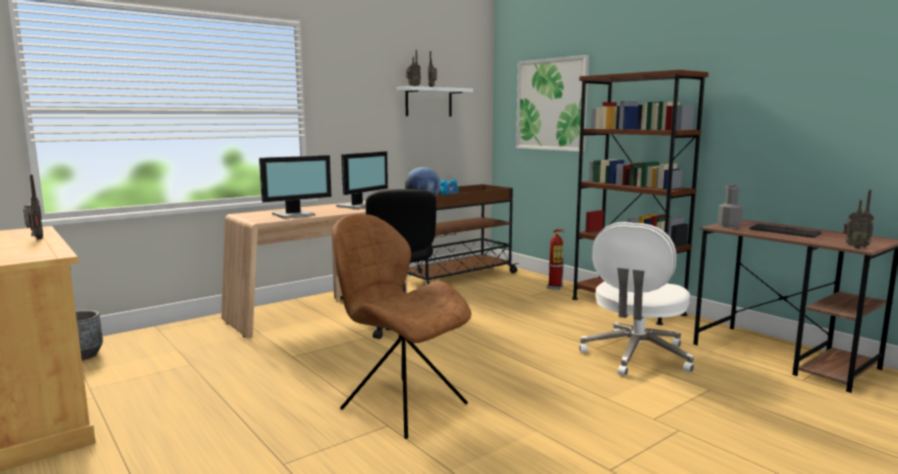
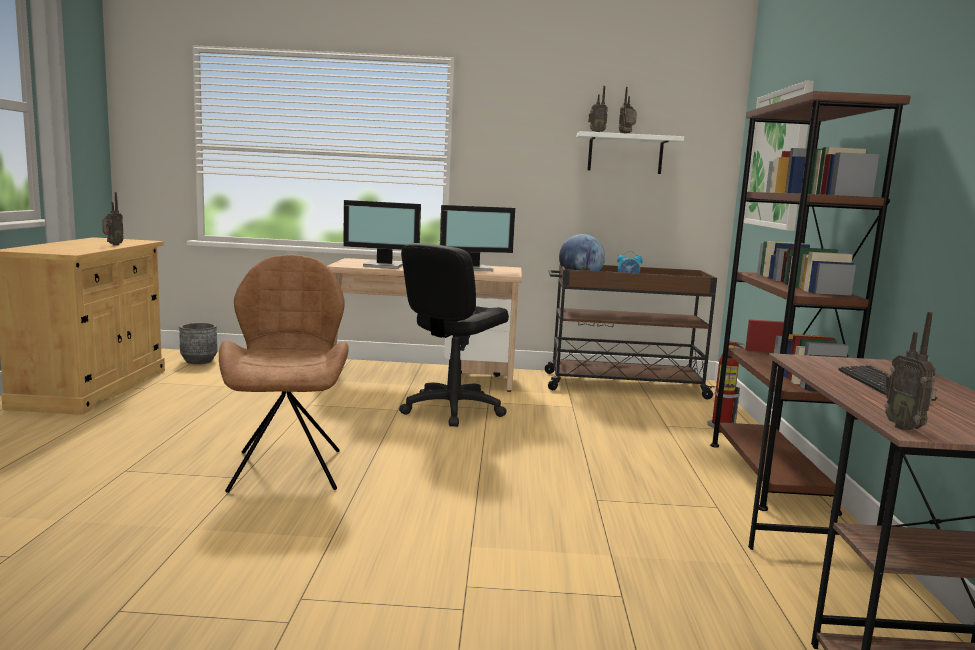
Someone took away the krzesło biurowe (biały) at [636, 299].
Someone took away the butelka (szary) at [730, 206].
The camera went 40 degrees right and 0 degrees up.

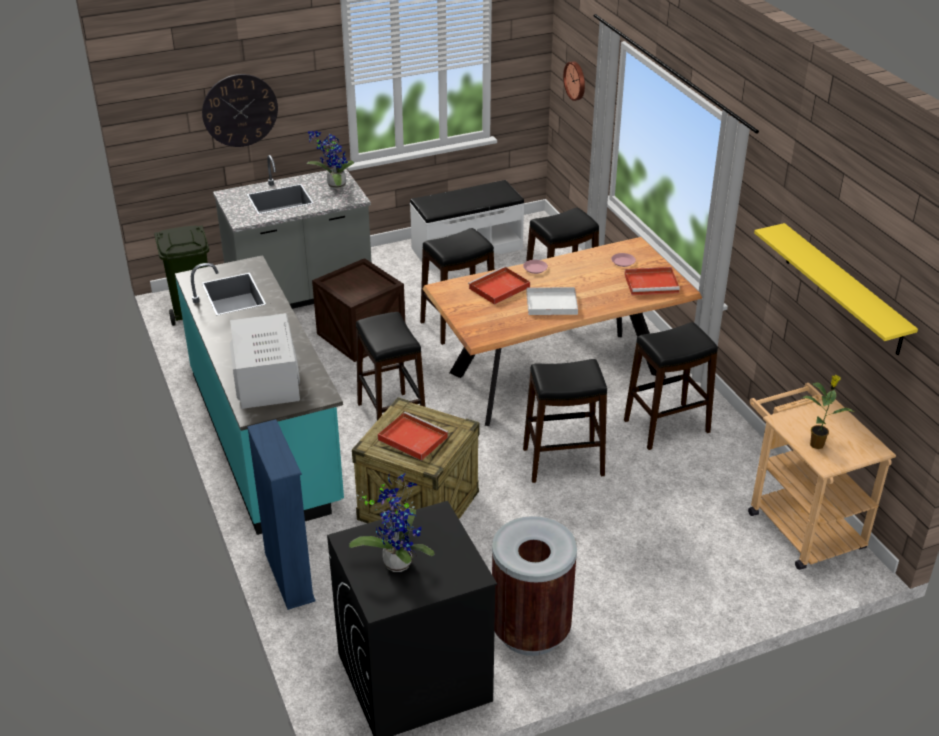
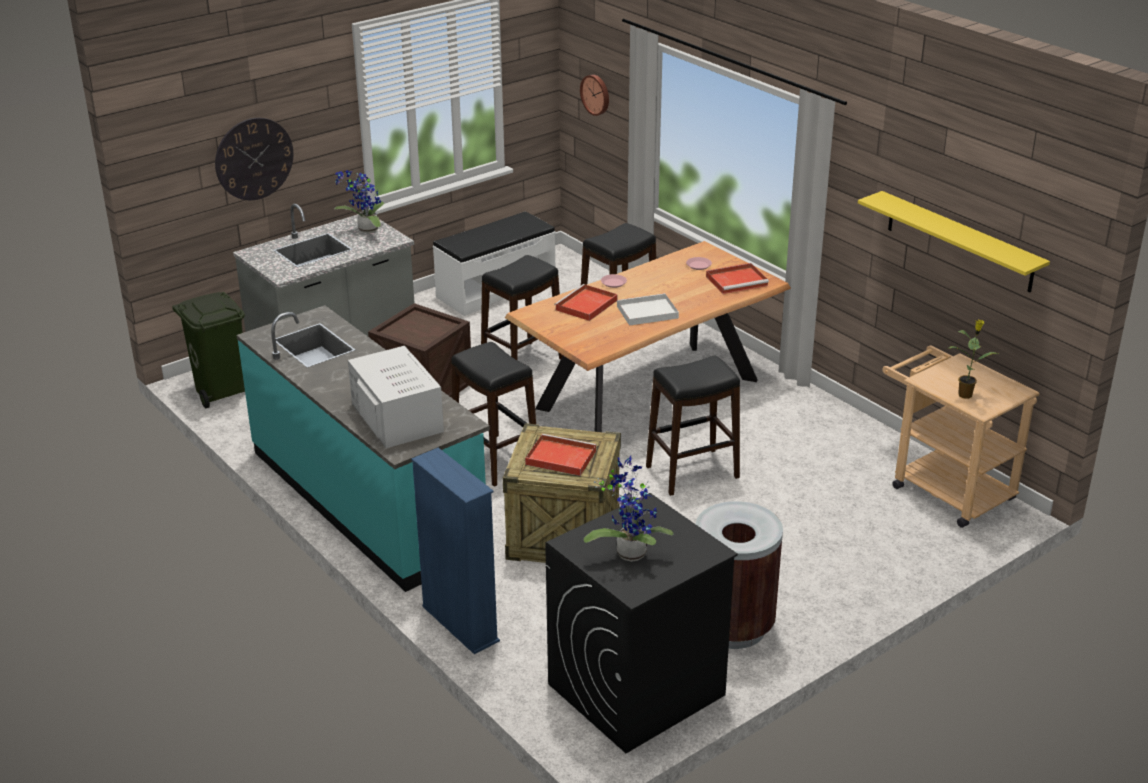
Someone took away the stołek (czarny) at [671, 386].
The camera went 15 degrees left and 5 degrees down.

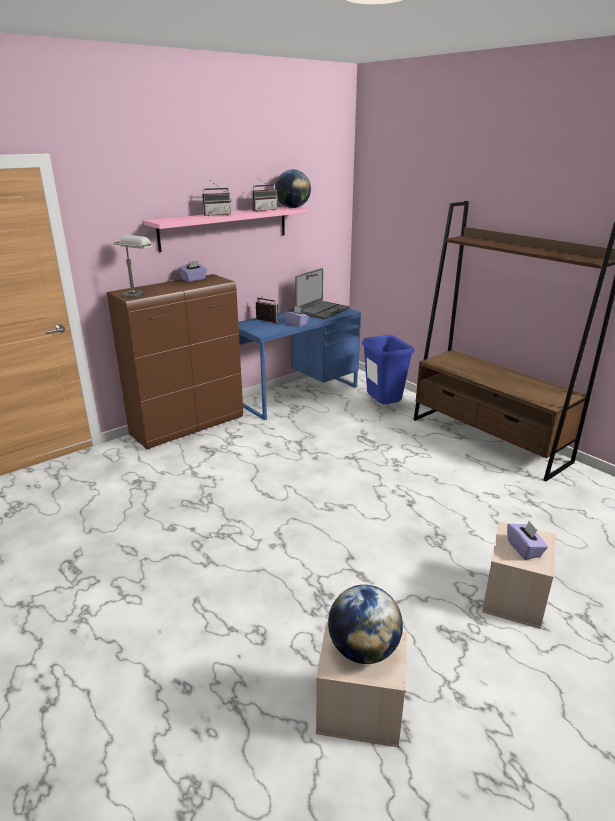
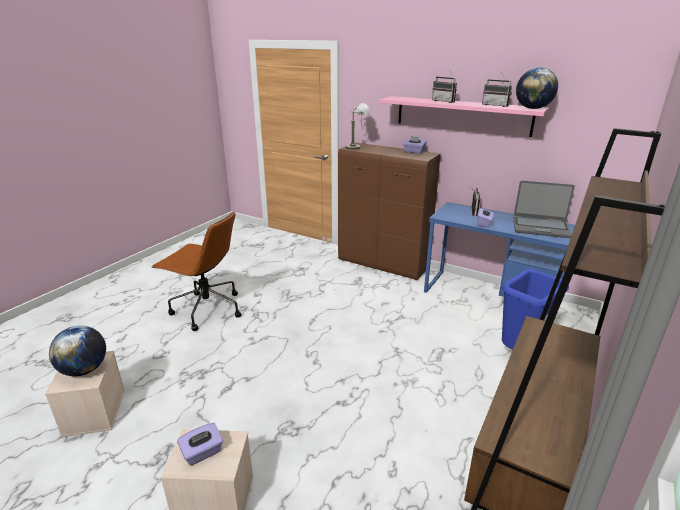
Someone put down the krzesło biurowe (brązowy) at [196, 271].
The camera went 70 degrees right and 0 degrees up.

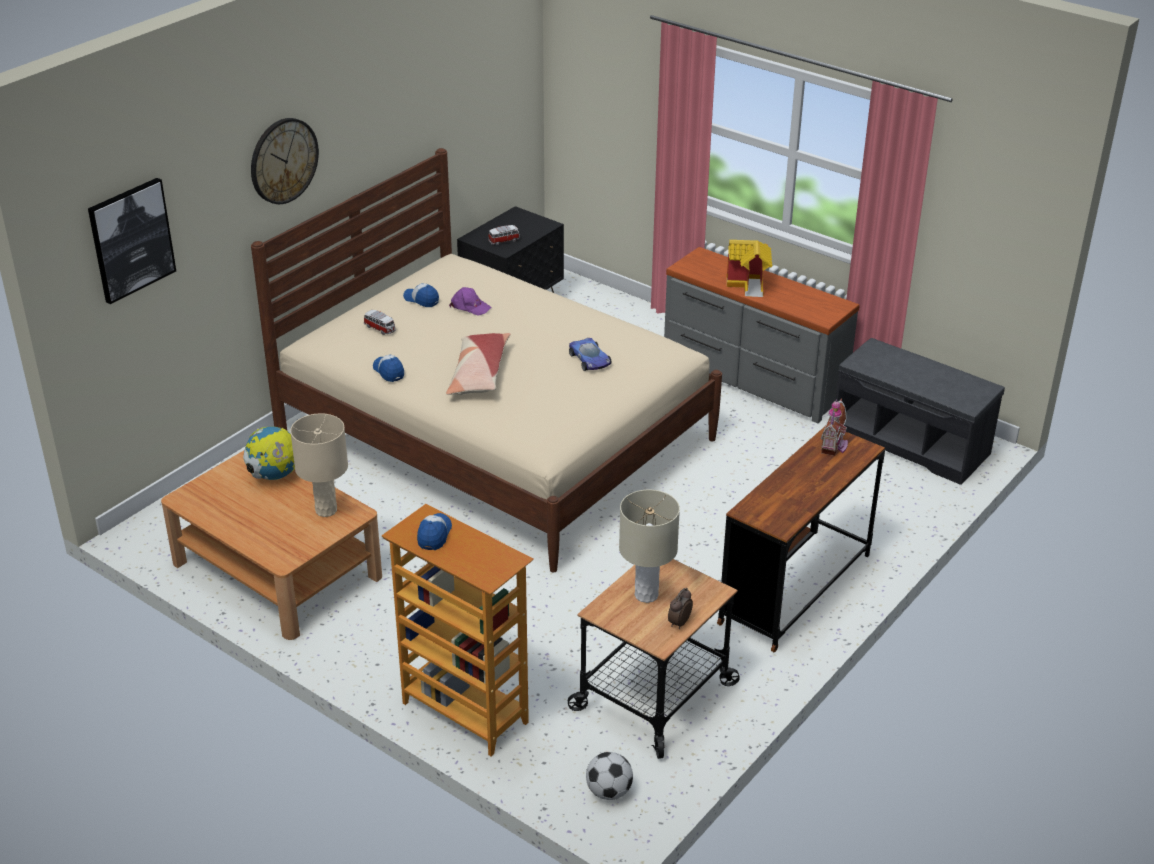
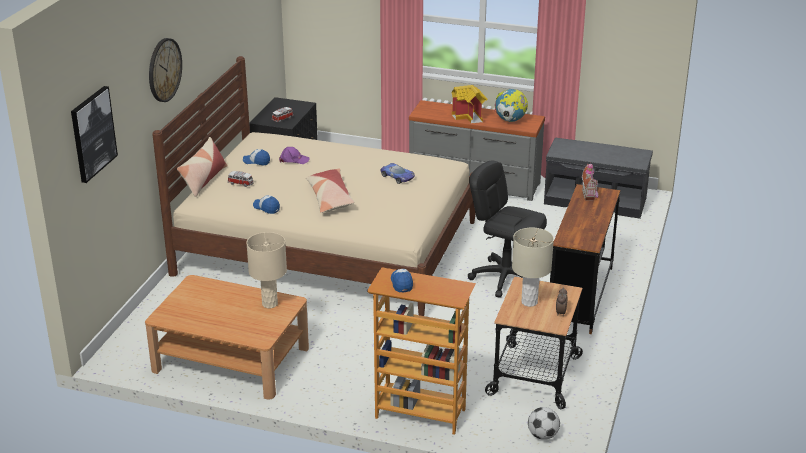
Someone put down the poduszka at [202, 167].
Someone put down the krzesło biurowe (czarny) at [507, 229].
Someone carried the globus from [269, 453] to [511, 105].
The camera went 20 degrees left and 5 degrees down.

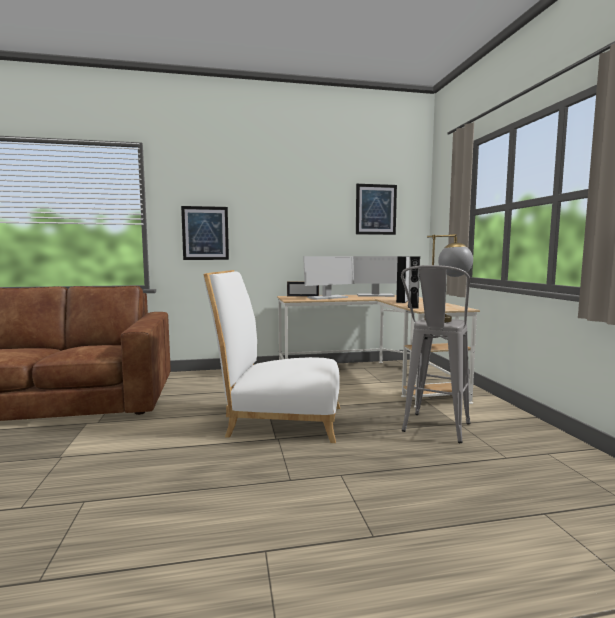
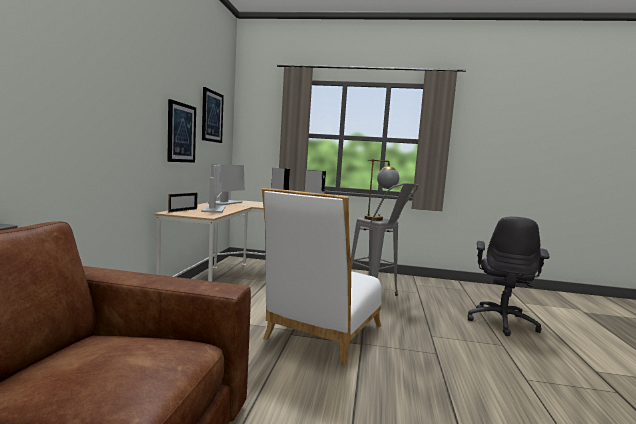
Someone put down the krzesło biurowe (szary) at [509, 276].
Someone carried the obraz from [205, 233] to [181, 131].
The camera went 70 degrees left and 0 degrees up.

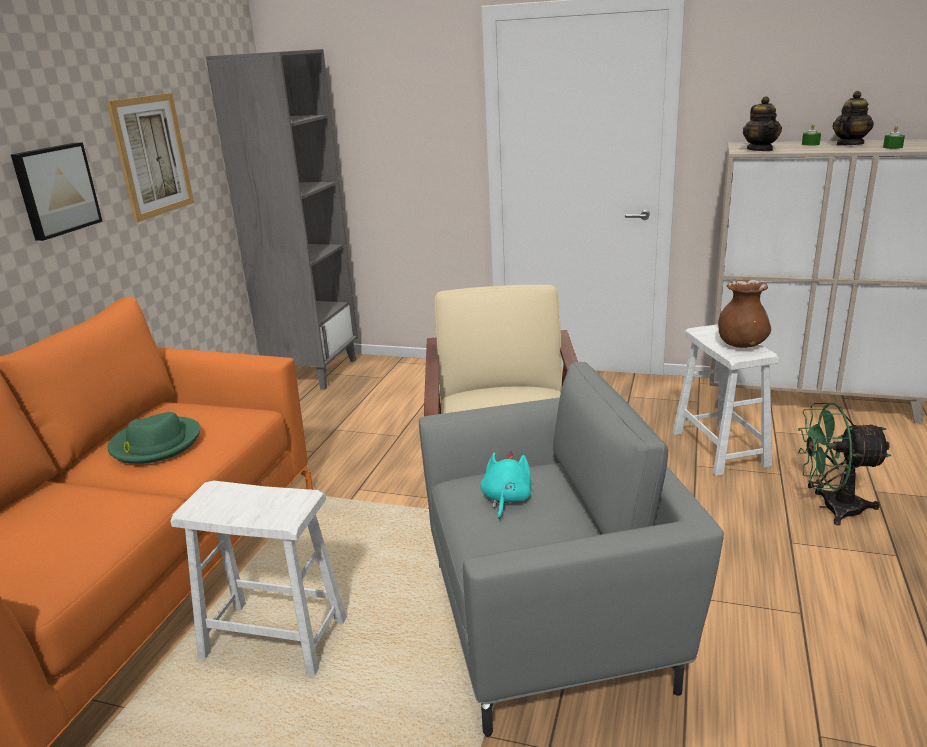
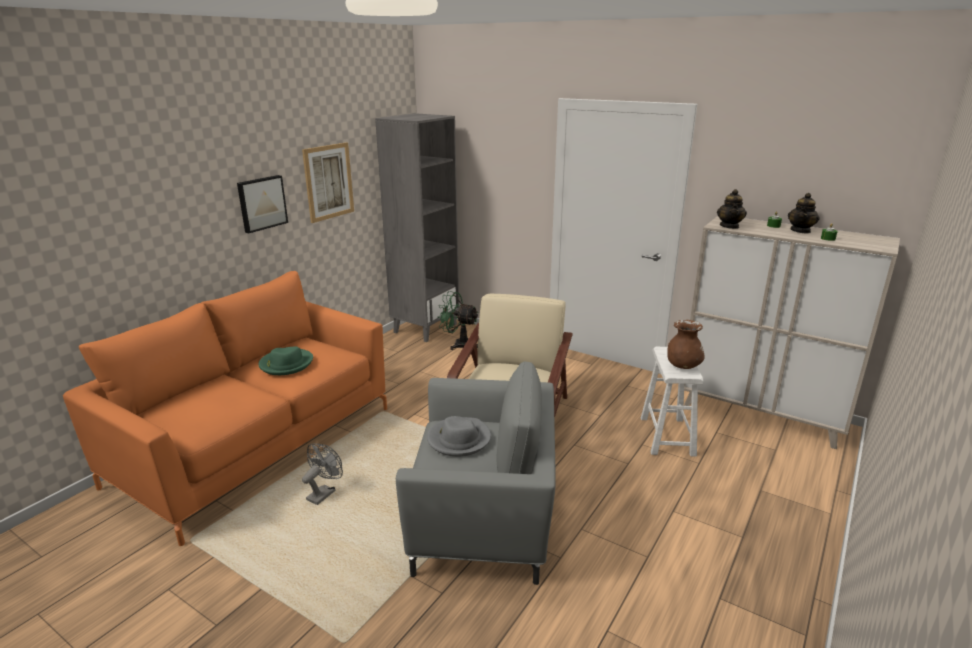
Someone carried the wentylator (zielony) from [844, 464] to [457, 320].
Someone swapped the stołek (biały) at [258, 578] for the wentylator (szary) at [322, 474].
Someone swapped the pluszak (turkusowy) at [505, 485] for the kapelusz (szary) at [459, 436].
Someone rotated the imbryk at [853, 118] by 150 degrees clockwise.
The camera went 15 degrees right and 0 degrees up.

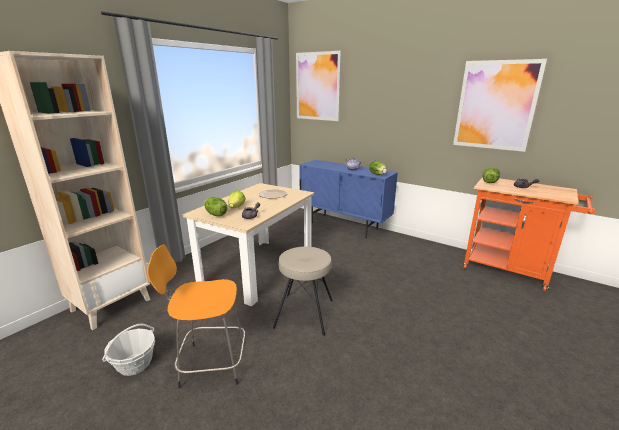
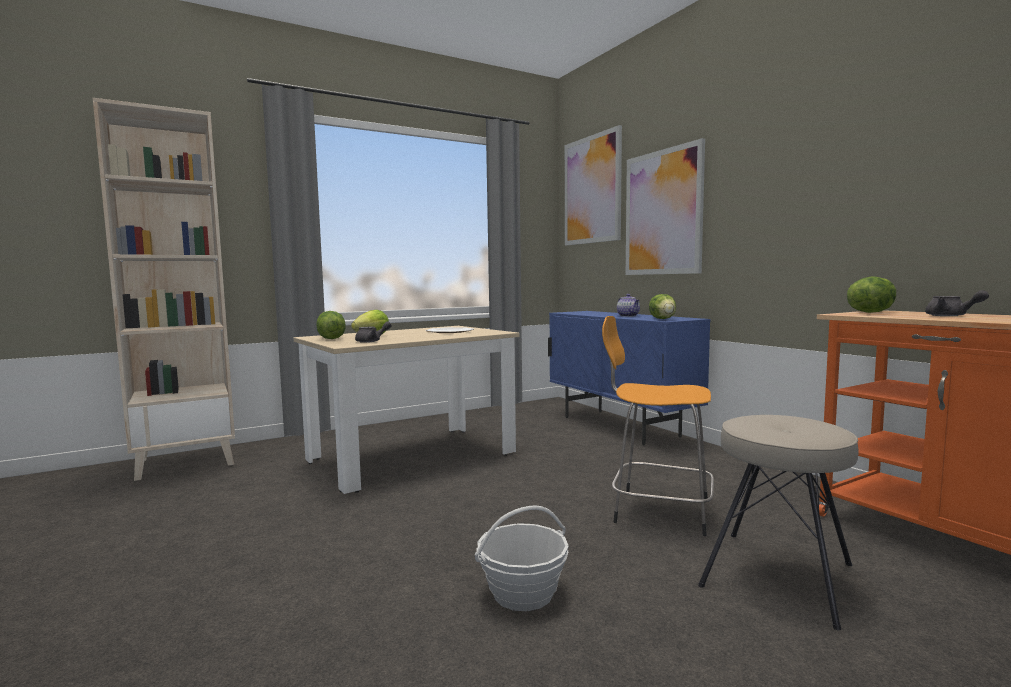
Someone carried the koszyk from [128, 350] to [522, 558].
Someone carried the stołek (pomarańczowy) from [196, 316] to [658, 426].
Someone carried the stołek (beżowy) from [303, 291] to [778, 522].
Someone carried the obraz from [500, 105] to [665, 206].
The camera went 25 degrees right and 15 degrees down.

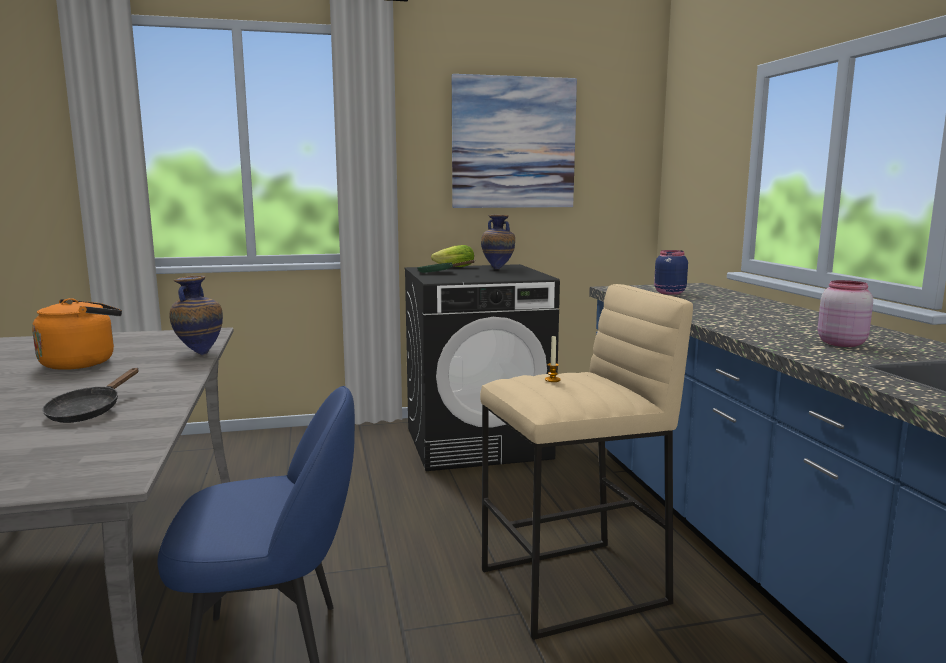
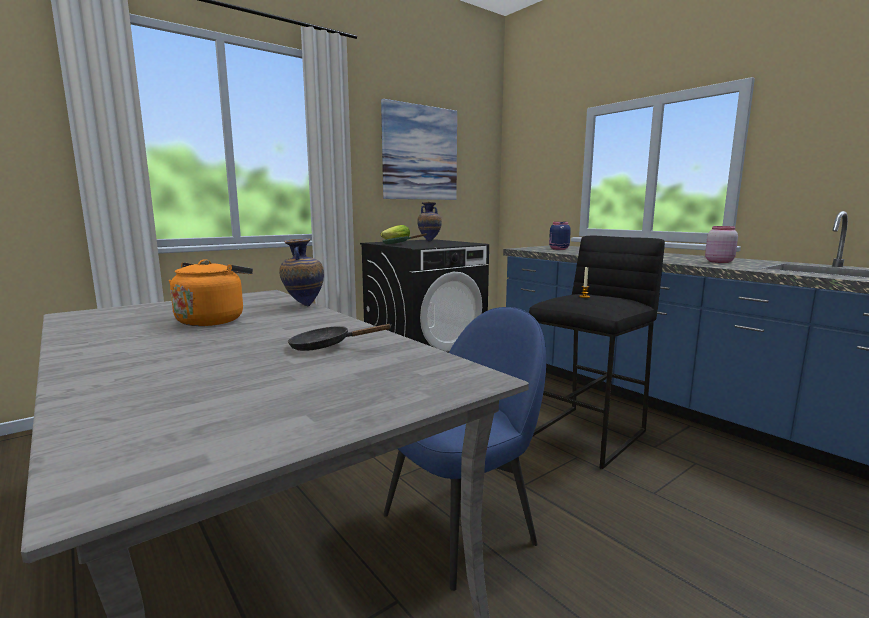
Someone repainted the stołek (beżowy) at [586, 462], which became the stołek (czarny) at [597, 352].
Someone rotated the patelnia (czarny) at [90, 395] by 105 degrees clockwise.
The camera went 25 degrees left and 0 degrees up.

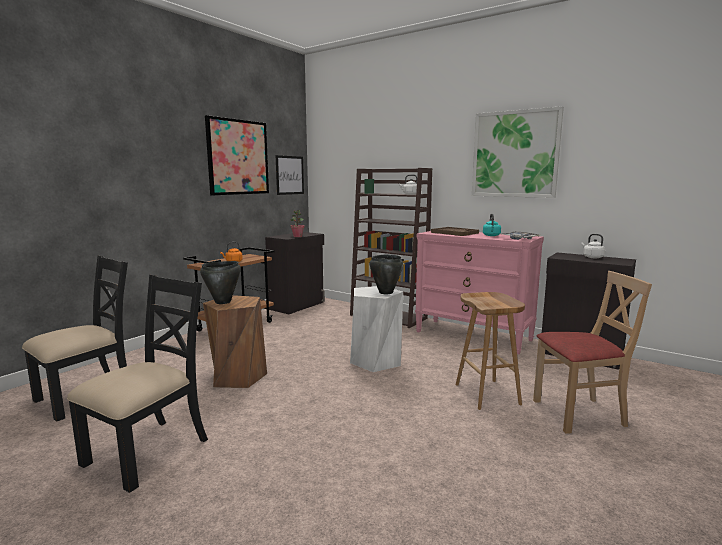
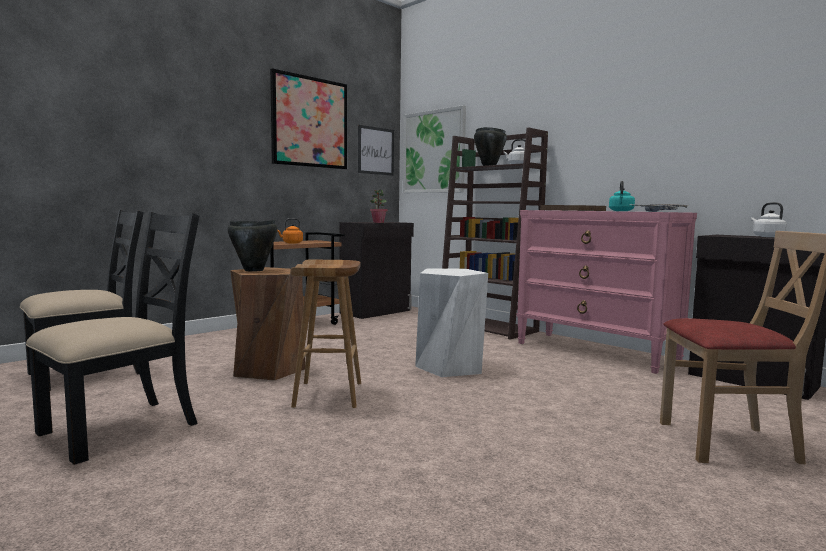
Someone carried the garnek (czarny) from [386, 274] to [490, 146].
Someone carried the stołek (brązowy) from [490, 351] to [325, 333].
Someone carried the obraz from [518, 152] to [434, 149].
The camera went 10 degrees right and 5 degrees down.

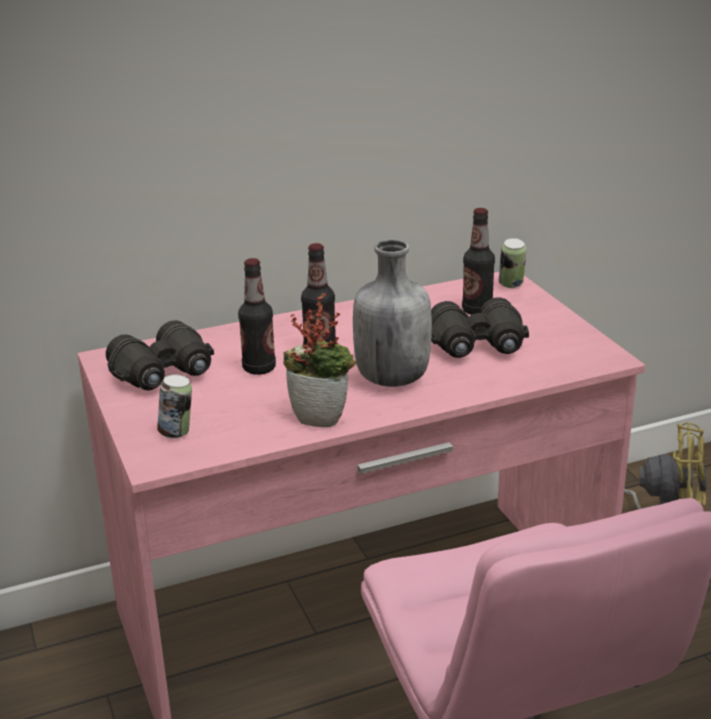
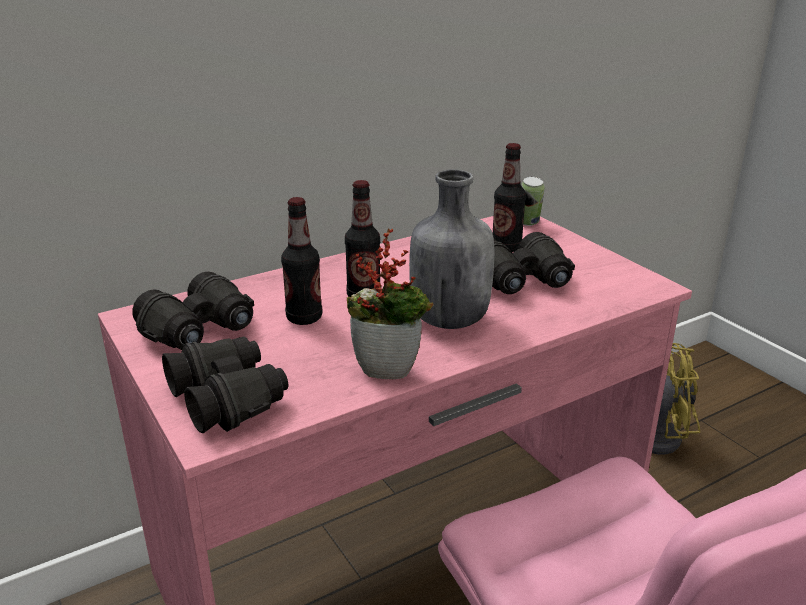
Someone swapped the puszka at [174, 407] for the lornetka (czarny) at [225, 384].
The camera went 10 degrees left and 0 degrees up.

